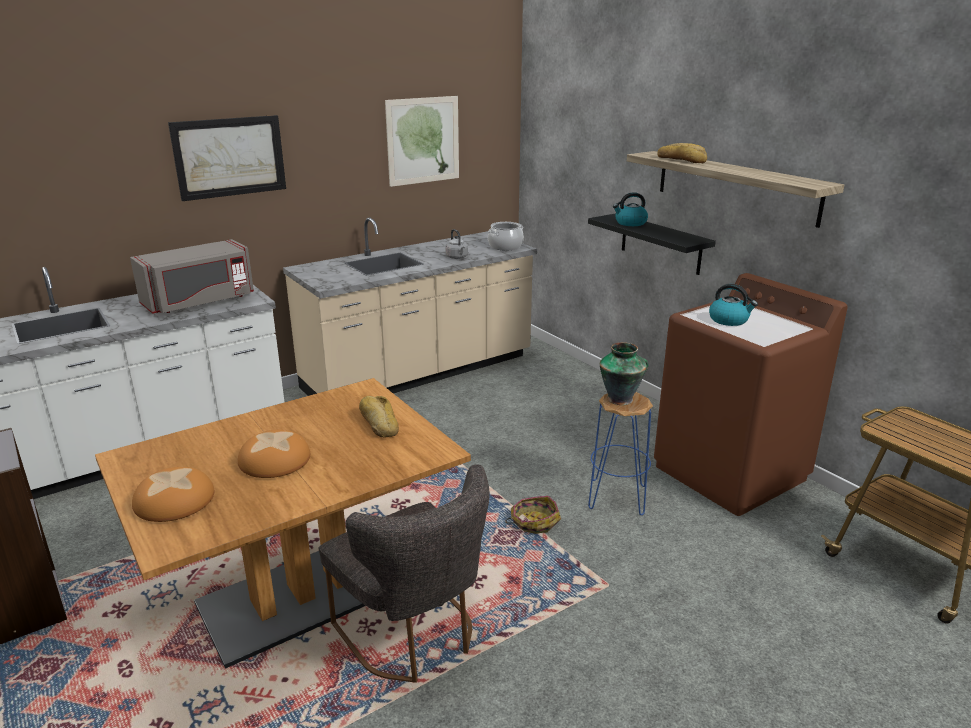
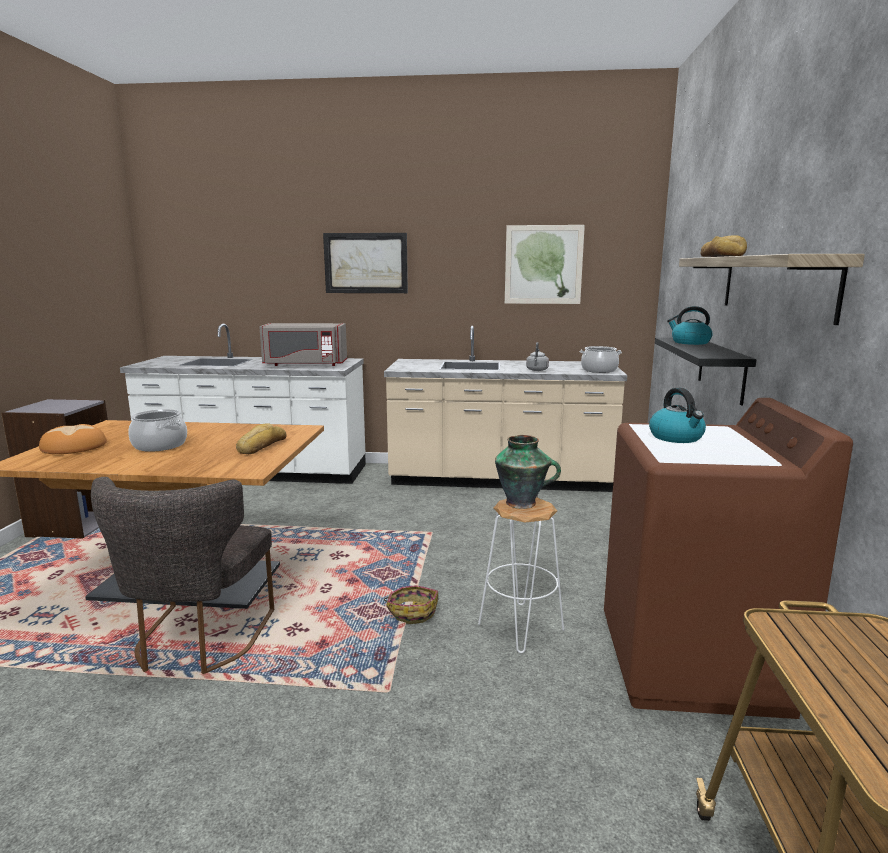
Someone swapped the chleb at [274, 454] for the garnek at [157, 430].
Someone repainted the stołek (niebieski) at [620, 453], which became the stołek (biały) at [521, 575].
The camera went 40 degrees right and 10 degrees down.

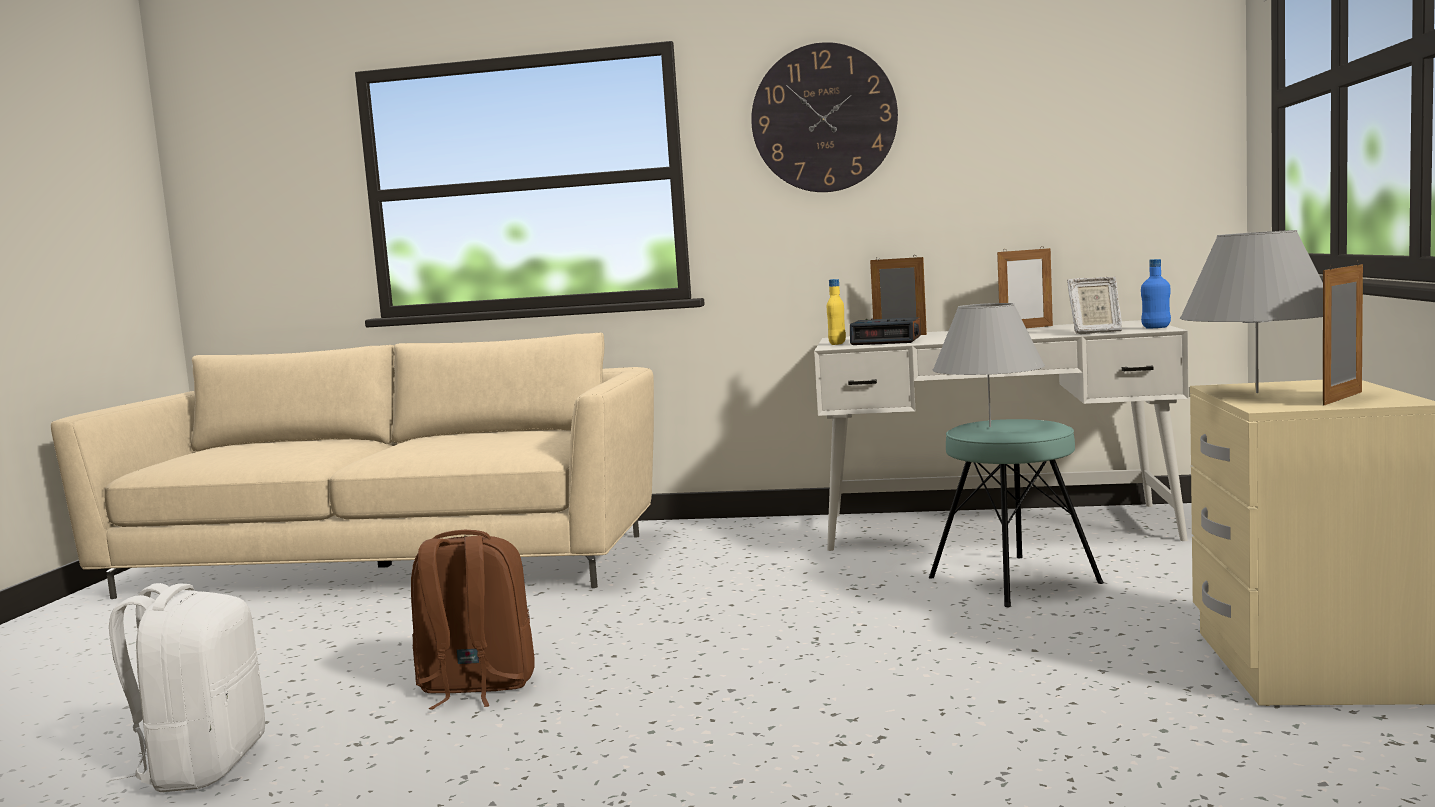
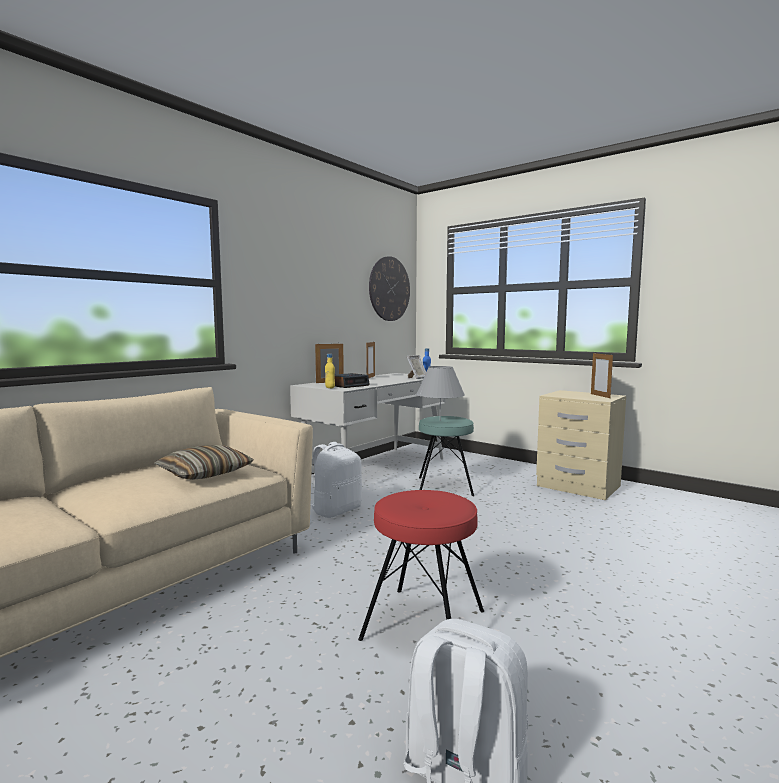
Someone took away the lampa stołowa (szary) at [1251, 311].
Someone put down the poduszka at [204, 462].
Someone put down the plecak (biały) at [336, 480].
Someone carried the zegar ścienny from [824, 117] to [389, 288].
Someone swapped the plecak (brązowy) at [472, 620] for the stołek (czerwony) at [421, 565].
The camera went 60 degrees left and 0 degrees up.

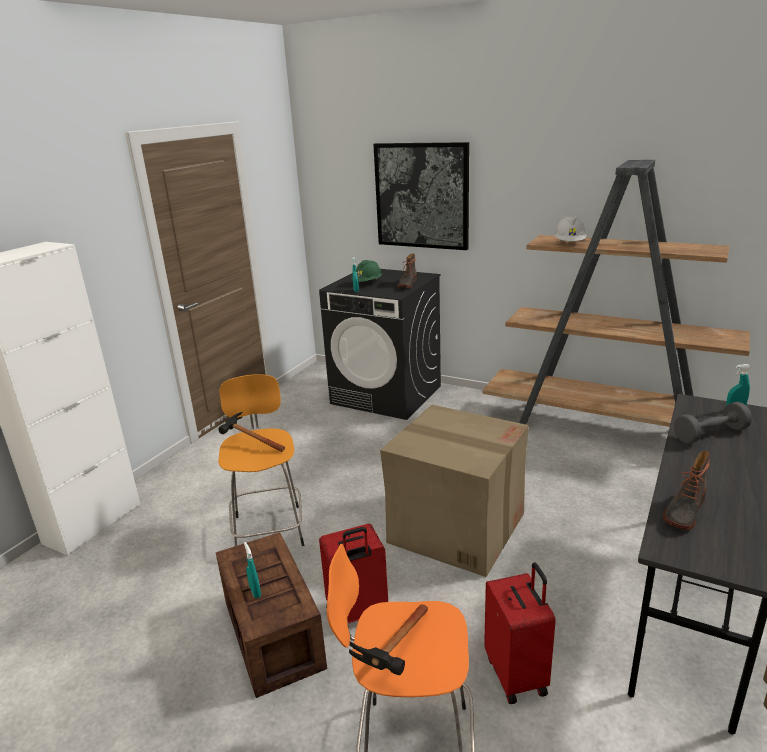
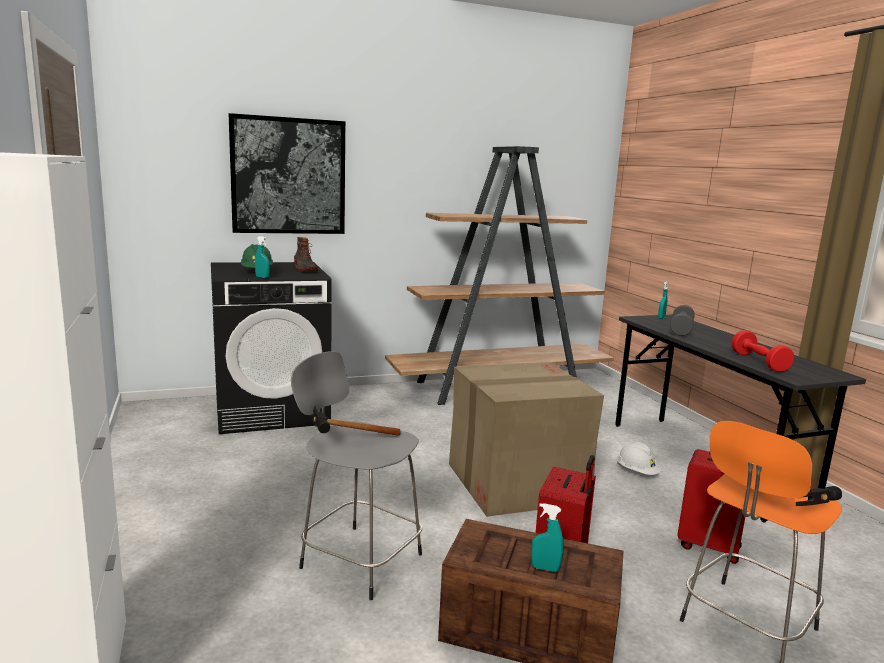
Someone carried the kask (biały) from [570, 228] to [639, 458].
Someone swapped the but z cholewką at [686, 490] for the hantel (czerwony) at [762, 351].
Someone repainted the stołek (pomarańczowy) at [261, 460], which became the stołek (szary) at [356, 475].
The camera went 50 degrees left and 10 degrees down.

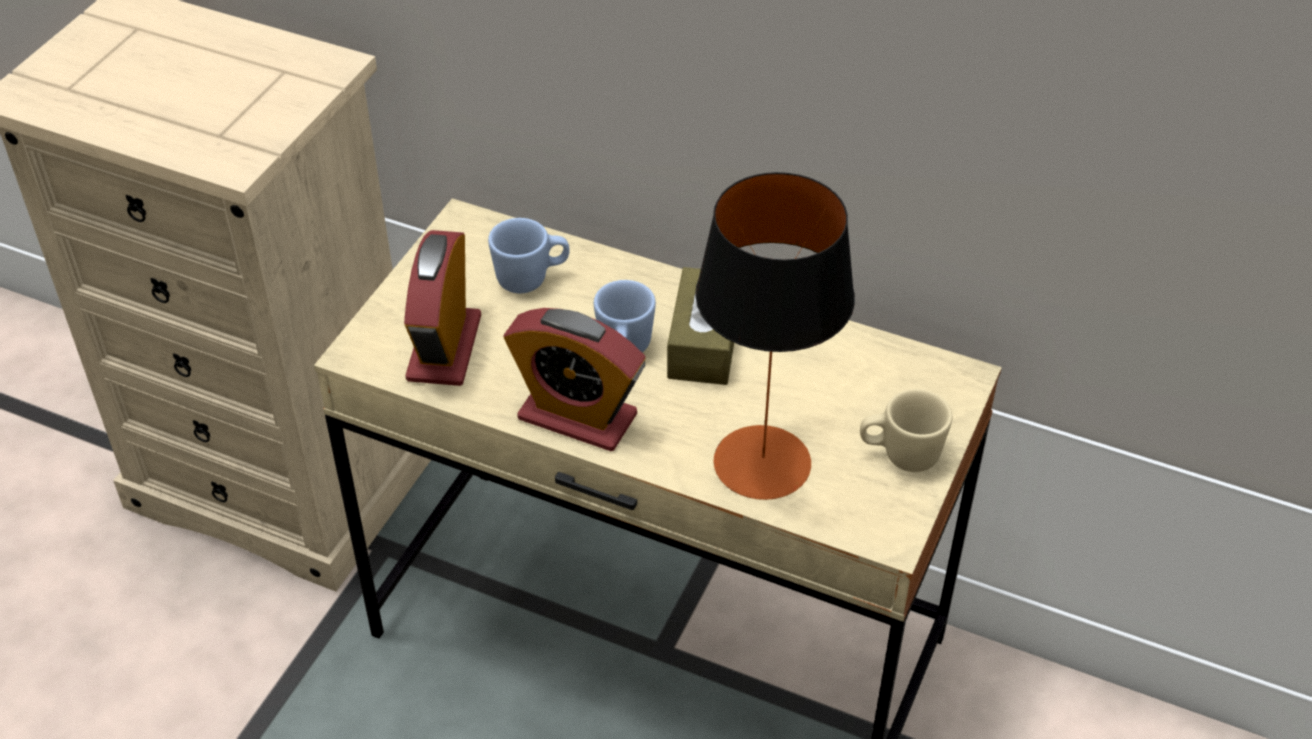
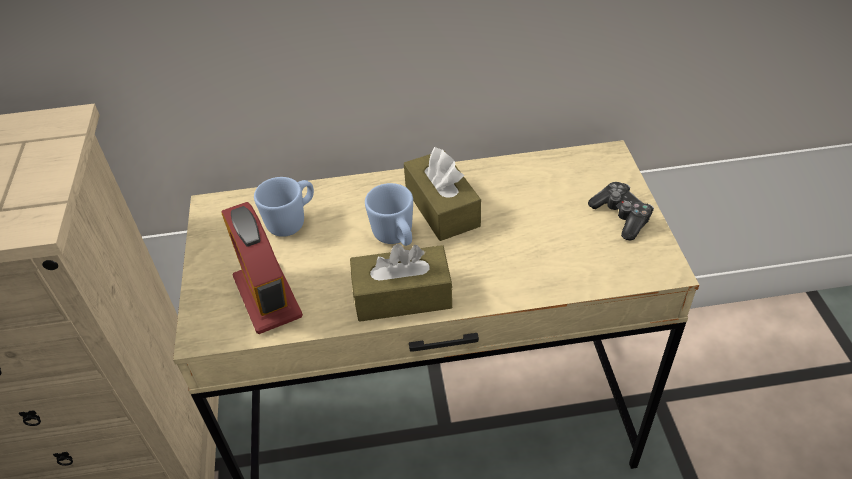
Someone took away the lampa stołowa at [775, 336].
Someone swapped the budzik at [574, 379] for the pudełko chusteczek (brązowy) at [401, 283].
Someone swapped the kubek (beżowy) at [906, 430] for the pad do gier at [621, 211].
The camera went 30 degrees left and 0 degrees up.

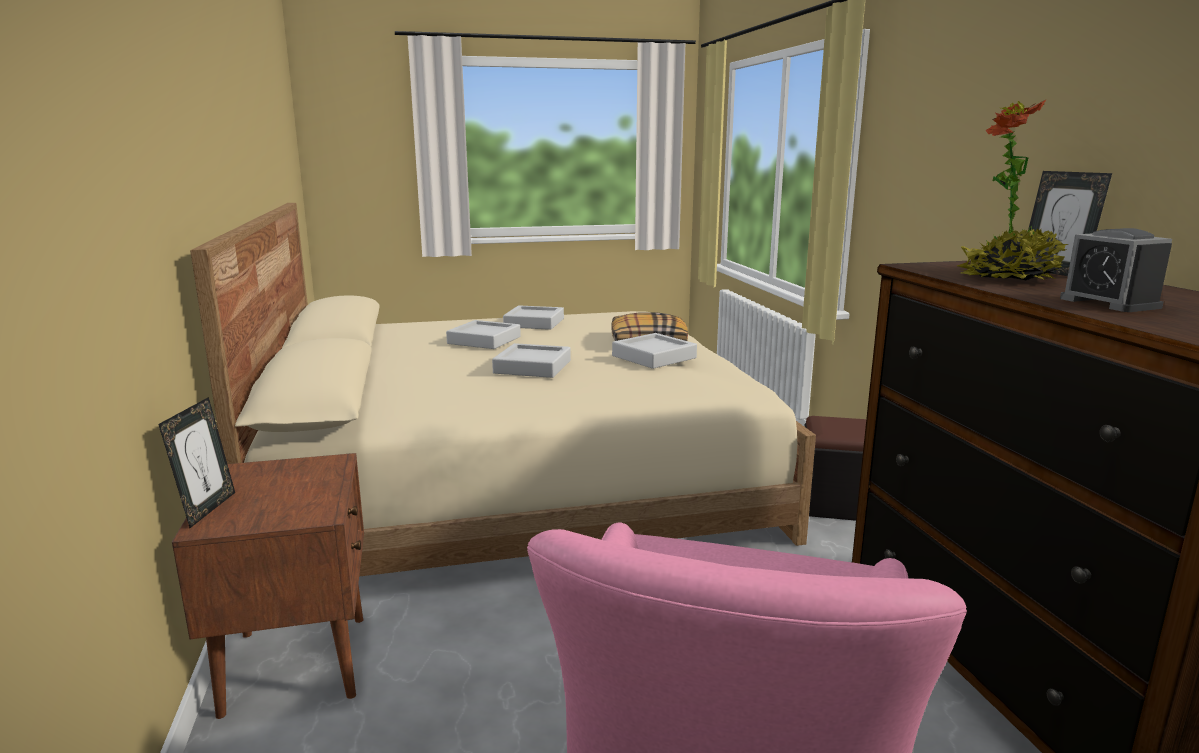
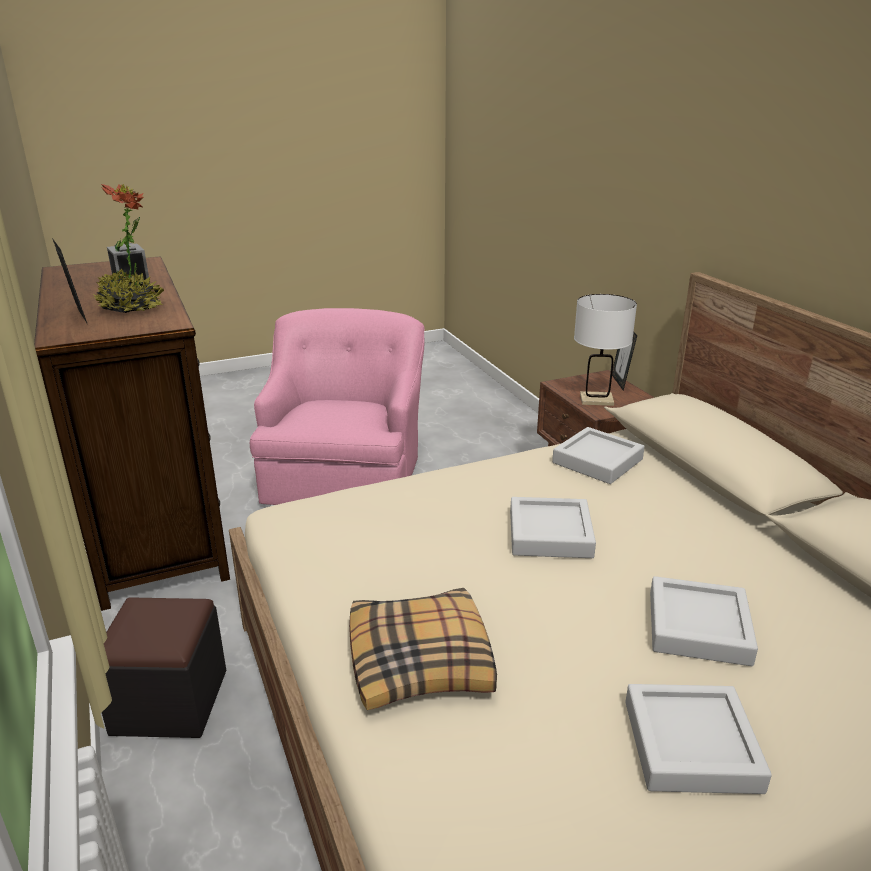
Someone put down the lampa stołowa (biały) at [605, 350].
Someone carried the taca (szary) from [654, 351] to [598, 455].
The camera went 170 degrees right and 10 degrees up.

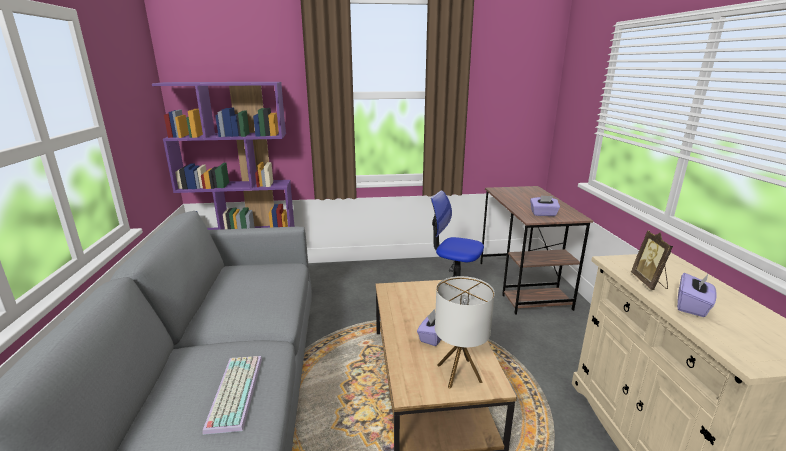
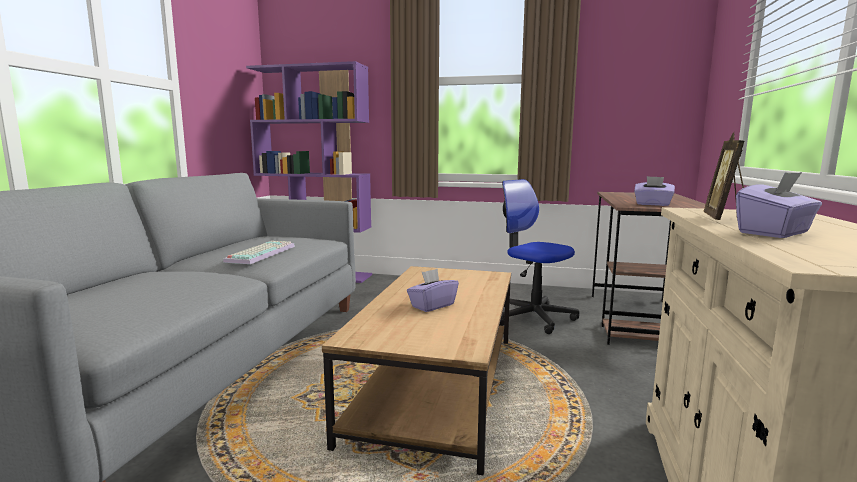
Someone took away the lampa stołowa at [465, 332].
Someone carried the klawiatura from [232, 395] to [259, 252].
The camera went 20 degrees right and 10 degrees down.

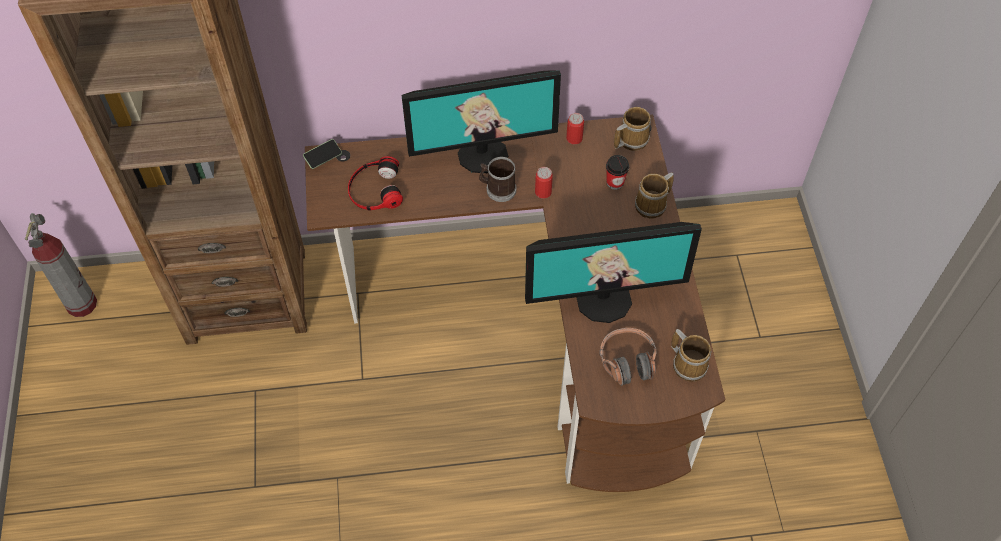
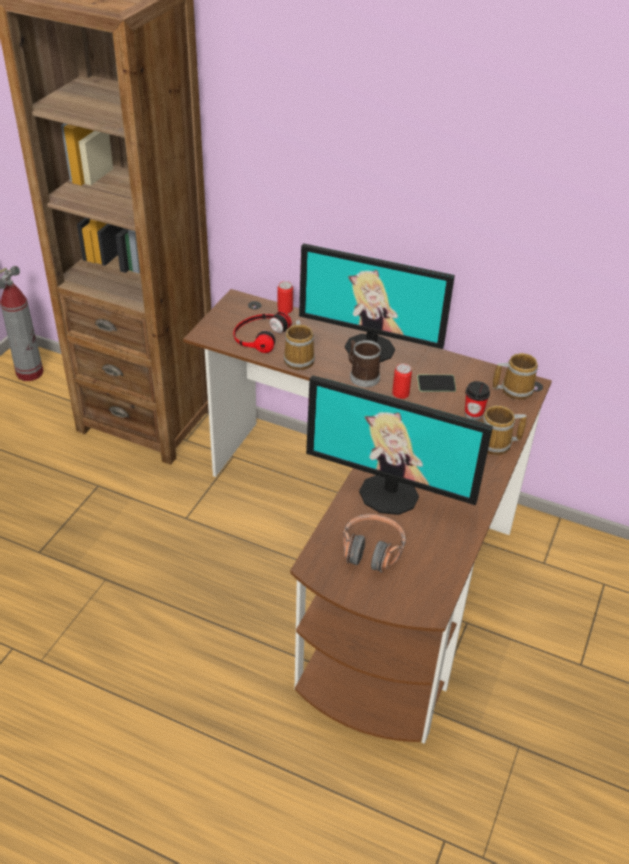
Someone carried the telefon from [322, 154] to [436, 383].
Someone carried the puszka from [575, 128] to [285, 297].
Someone carried the kubek from [691, 355] to [299, 345].
The camera went 30 degrees right and 15 degrees down.

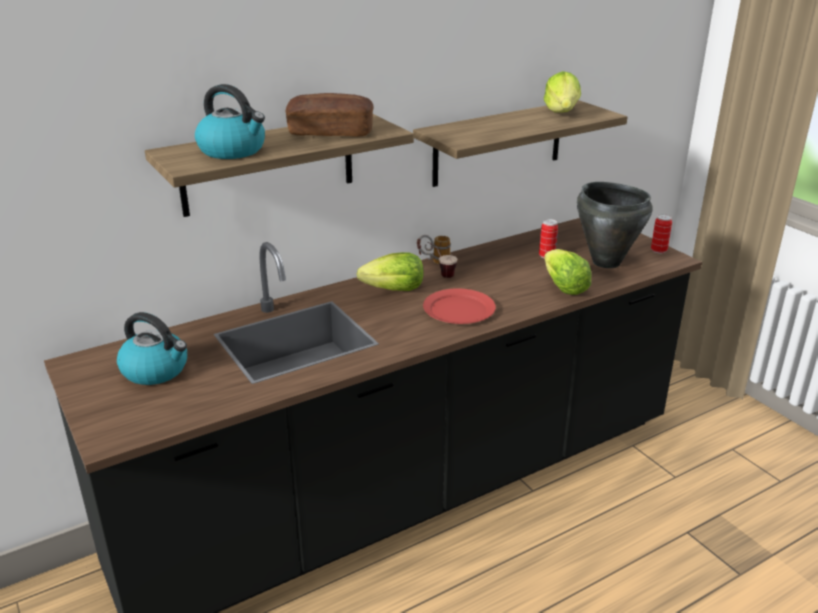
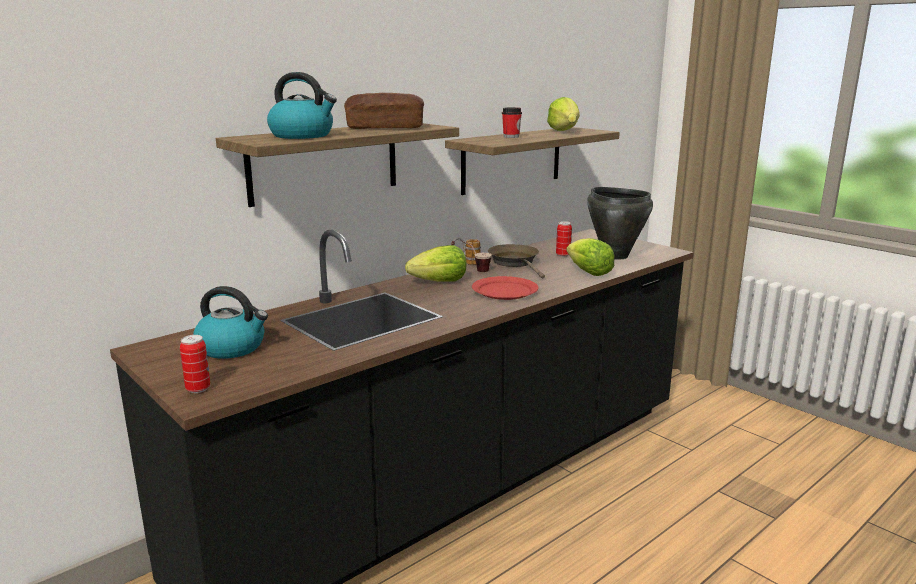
Someone put down the patelnia (brązowy) at [516, 261].
Someone put down the filiżanka at [512, 122].
Someone carried the puszka from [661, 234] to [195, 364].
The camera went 10 degrees left and 10 degrees down.

